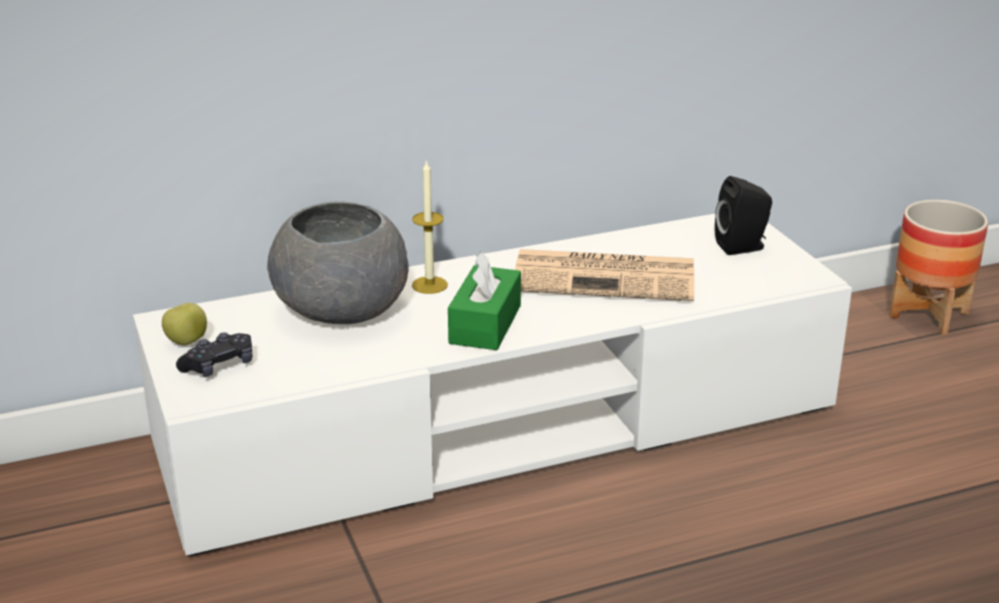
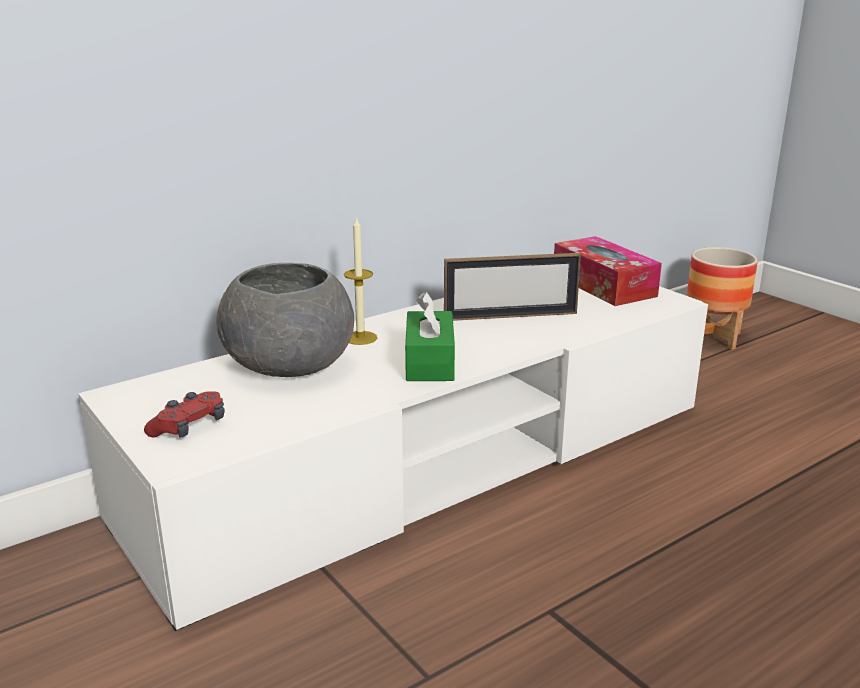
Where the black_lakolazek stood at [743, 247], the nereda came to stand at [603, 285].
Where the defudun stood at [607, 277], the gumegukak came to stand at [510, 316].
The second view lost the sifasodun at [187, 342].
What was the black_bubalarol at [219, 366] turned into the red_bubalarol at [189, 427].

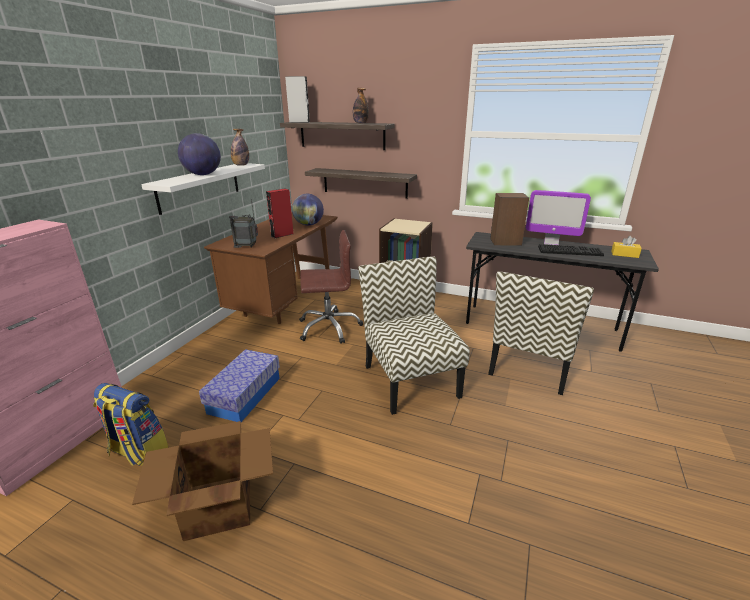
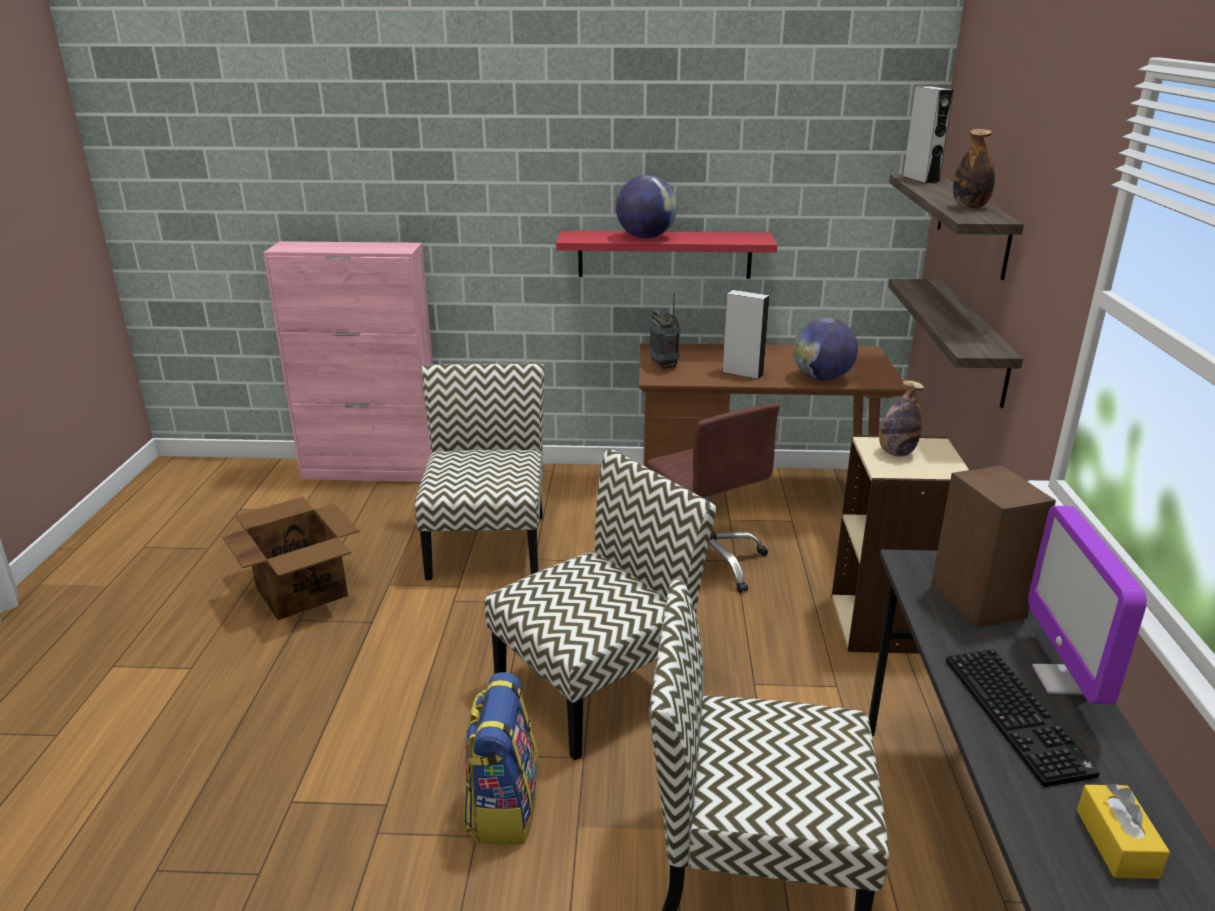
The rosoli ended up elsewhere, having gone from [241, 165] to [896, 453].
What was the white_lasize at [199, 187] turned into the red_lasize at [664, 254].
What was the red_lakolazek at [282, 235] turned into the grey_lakolazek at [742, 373].
Where the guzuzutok stood at [245, 395], the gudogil came to stand at [486, 544].
The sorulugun ended up elsewhere, having gone from [138, 451] to [502, 807].

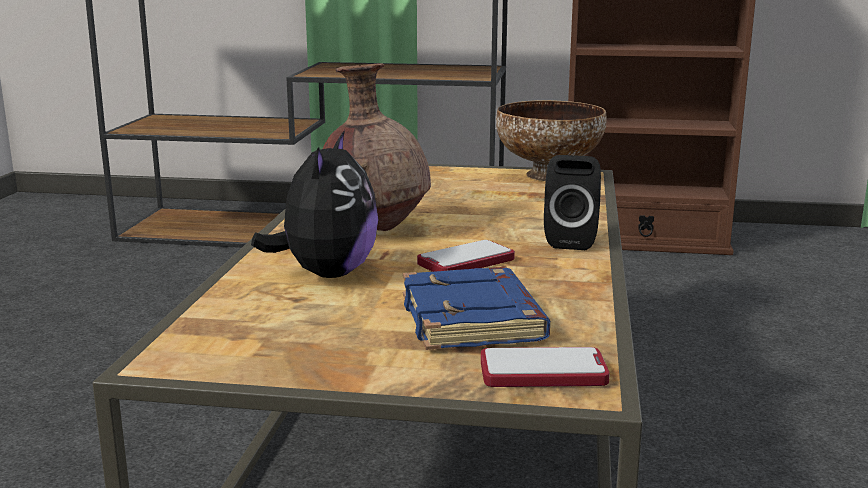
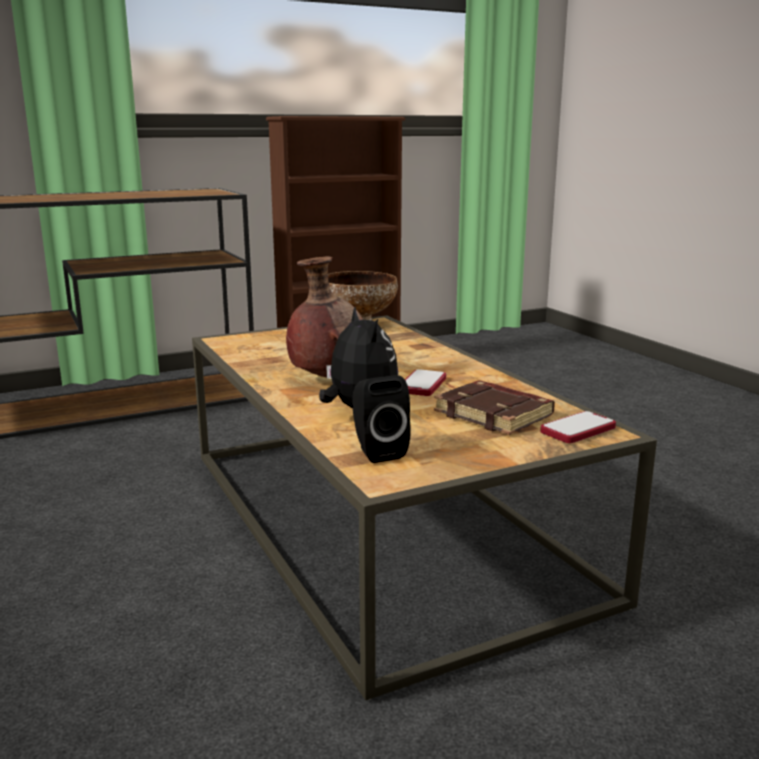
The black_lakolazek ended up elsewhere, having gone from [572, 241] to [377, 451].
What was the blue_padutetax at [474, 320] turned into the brown_padutetax at [495, 414].

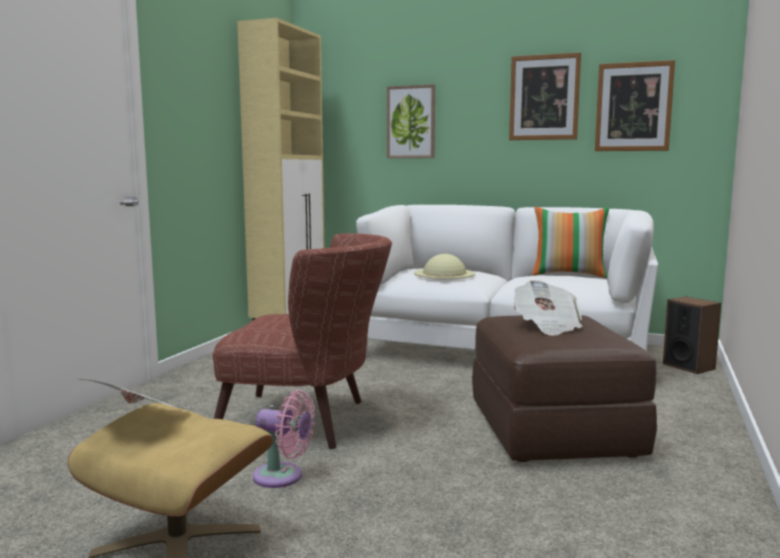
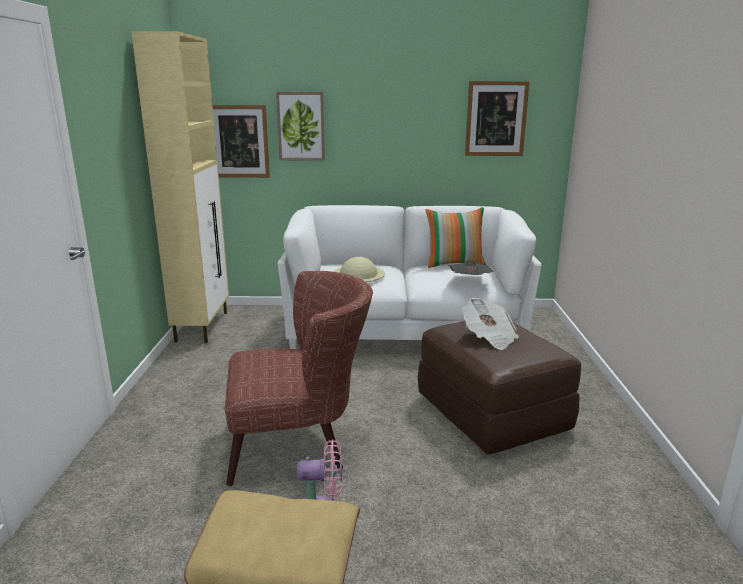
The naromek ended up elsewhere, having gone from [544, 97] to [239, 141].
The second view lost the lakolazek at [688, 366].
The defudun ended up elsewhere, having gone from [138, 420] to [470, 281].

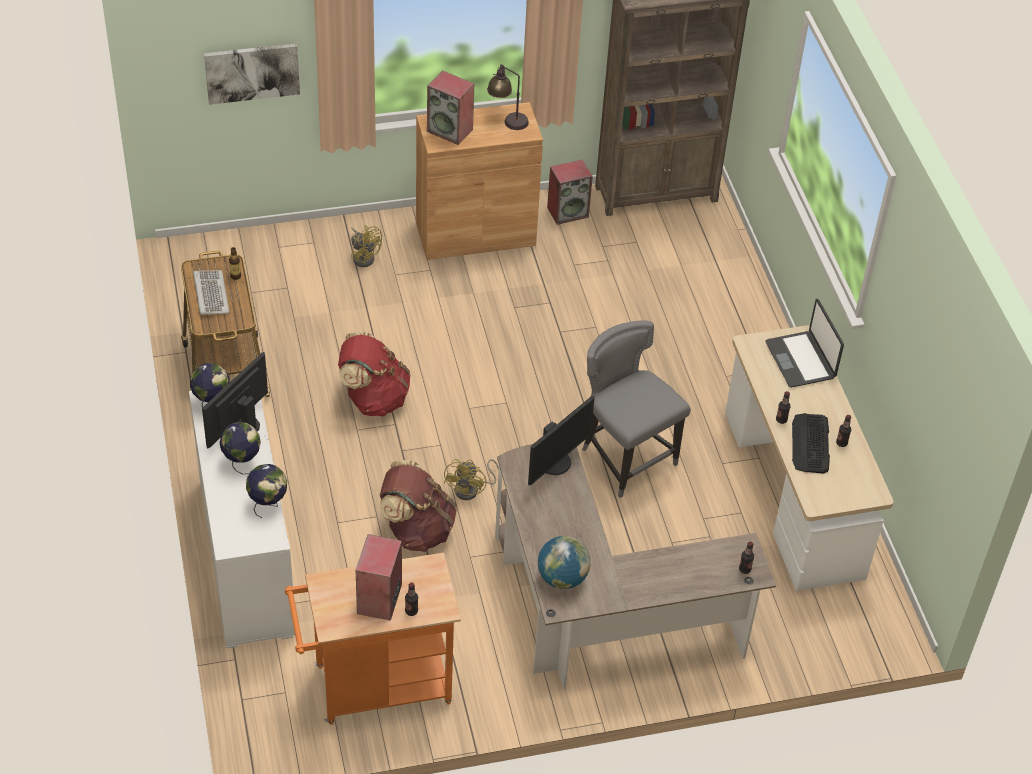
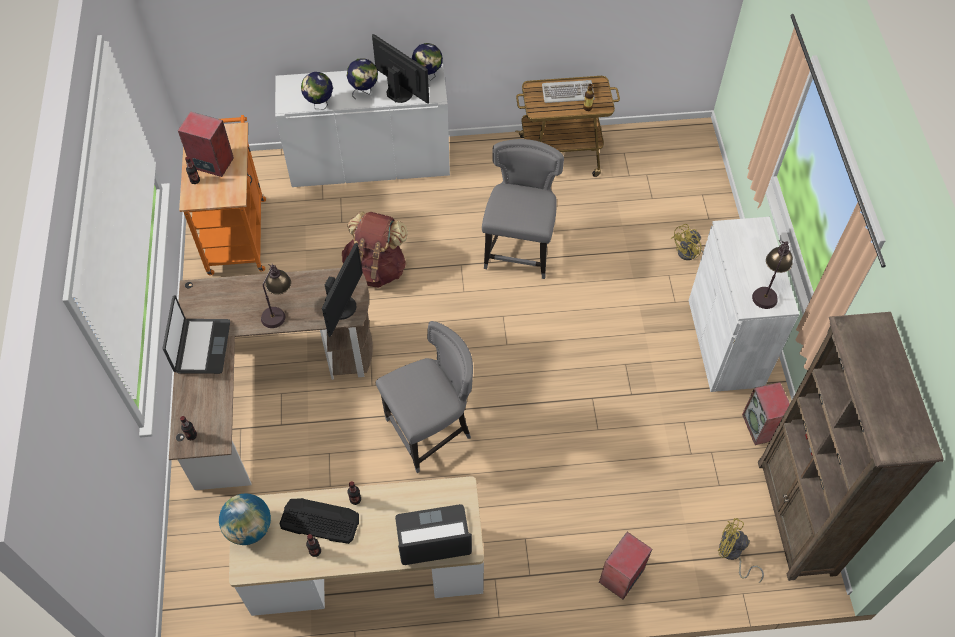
The second view lost the naromek at [252, 72].
The lakolazek ended up elsewhere, having gone from [450, 130] to [621, 577].
What was the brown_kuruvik at [475, 233] turned into the white_kuruvik at [725, 342].
Where the red_sorulugun stood at [373, 398], the grey_gudogil came to stand at [520, 249].
The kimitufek at [556, 463] ended up facing another way, 120 degrees counterclockwise from before.
The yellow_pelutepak ended up elsewhere, having gone from [471, 490] to [732, 554].
The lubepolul ended up elsewhere, having gone from [562, 578] to [249, 528].
The second view gained the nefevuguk at [278, 310].
The second view gained the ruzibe at [201, 347].

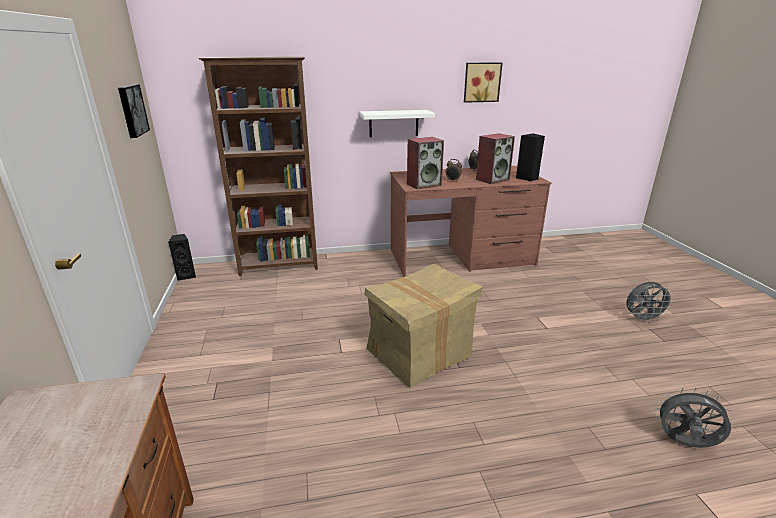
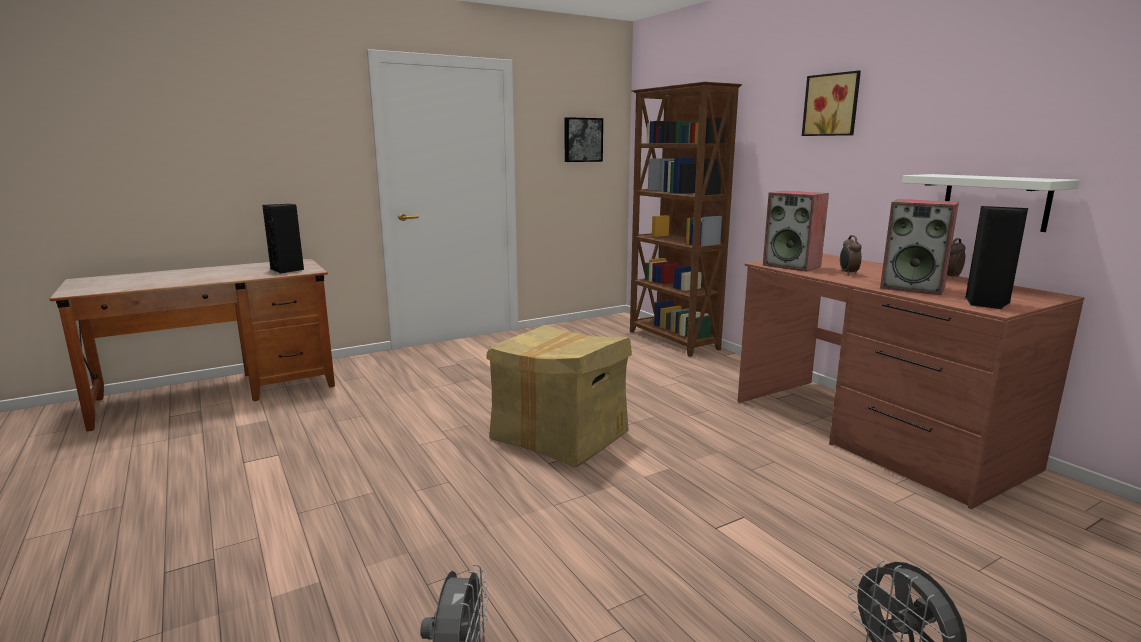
The naromek ended up elsewhere, having gone from [481, 82] to [832, 105].
The white_lasize ended up elsewhere, having gone from [393, 123] to [995, 201].
The black_lakolazek ended up elsewhere, having gone from [186, 276] to [287, 270].

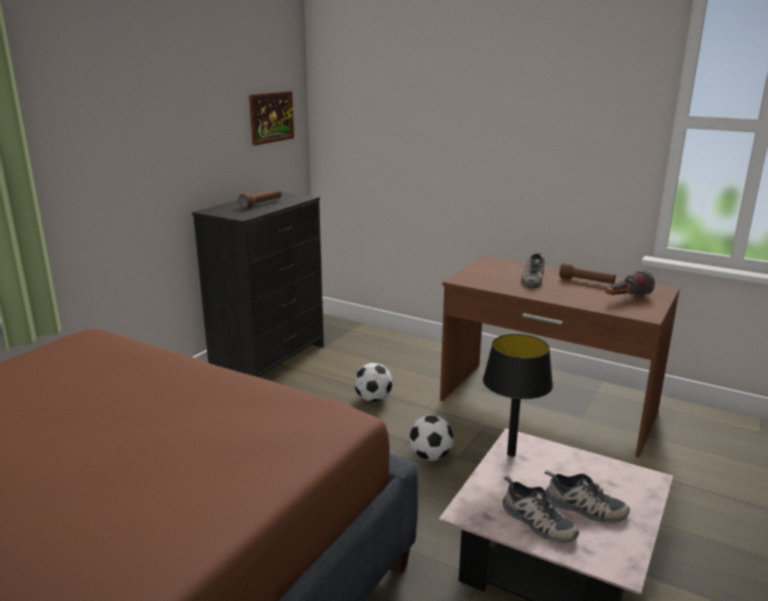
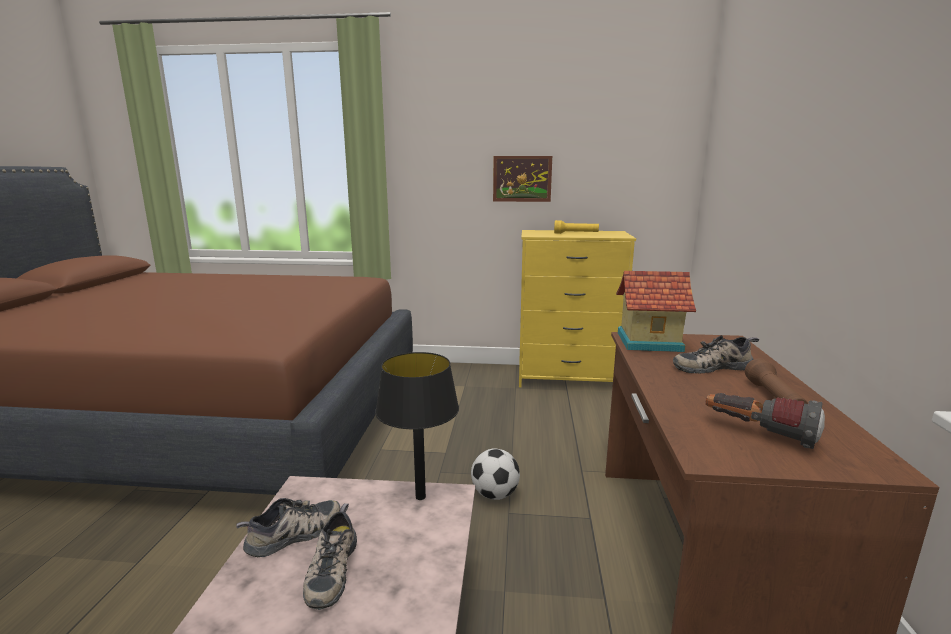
The naromek ended up elsewhere, having gone from [271, 117] to [522, 179].
What was the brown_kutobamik at [261, 204] turned into the yellow_kutobamik at [576, 234].
What was the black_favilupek at [269, 359] turned into the yellow_favilupek at [567, 378].
The second view lost the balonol at [373, 399].
The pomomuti at [536, 522] ended up facing another way, 150 degrees counterclockwise from before.
The second view gained the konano at [648, 341].

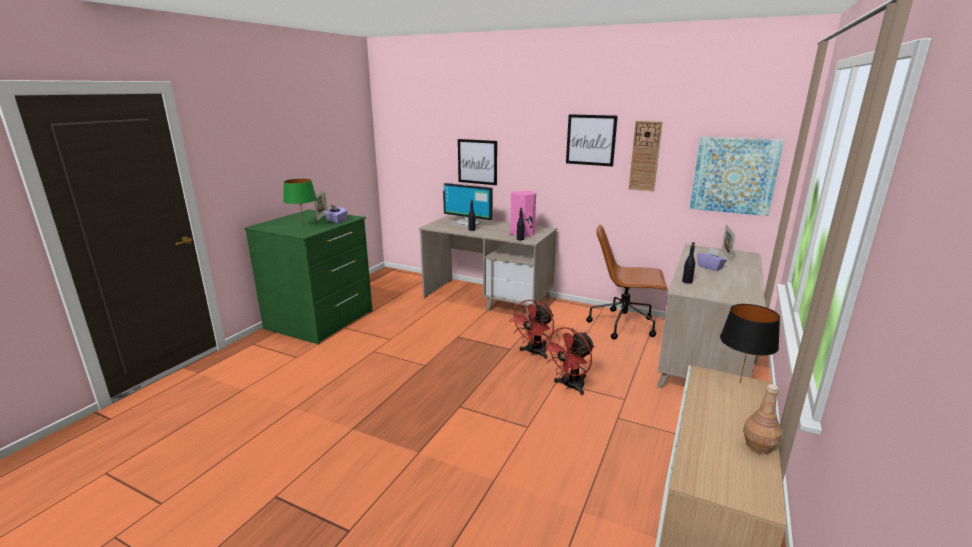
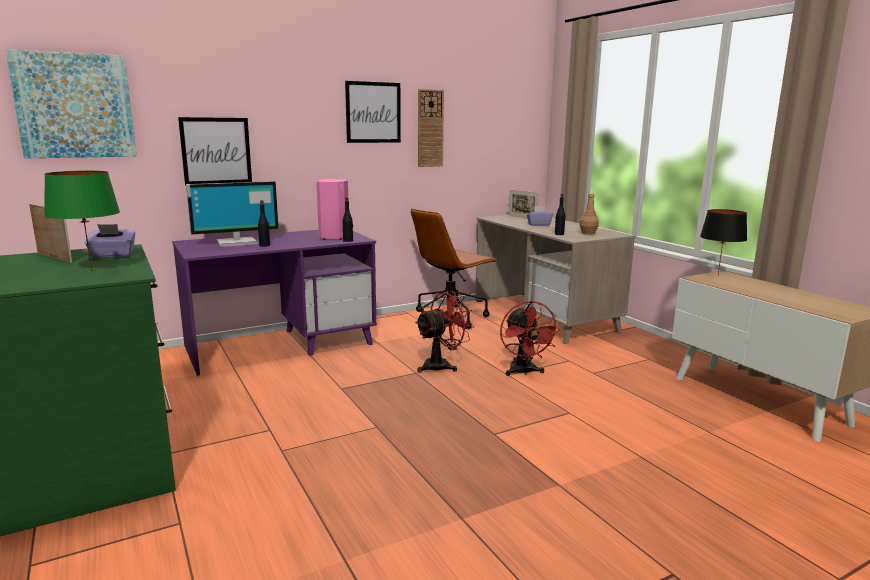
The naromek ended up elsewhere, having gone from [734, 175] to [75, 106].
What was the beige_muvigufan at [488, 298] turned into the purple_muvigufan at [282, 345].
The red_pelutepak at [534, 353] ended up facing another way, 105 degrees counterclockwise from before.
The brown_rosoli ended up elsewhere, having gone from [758, 446] to [588, 233].

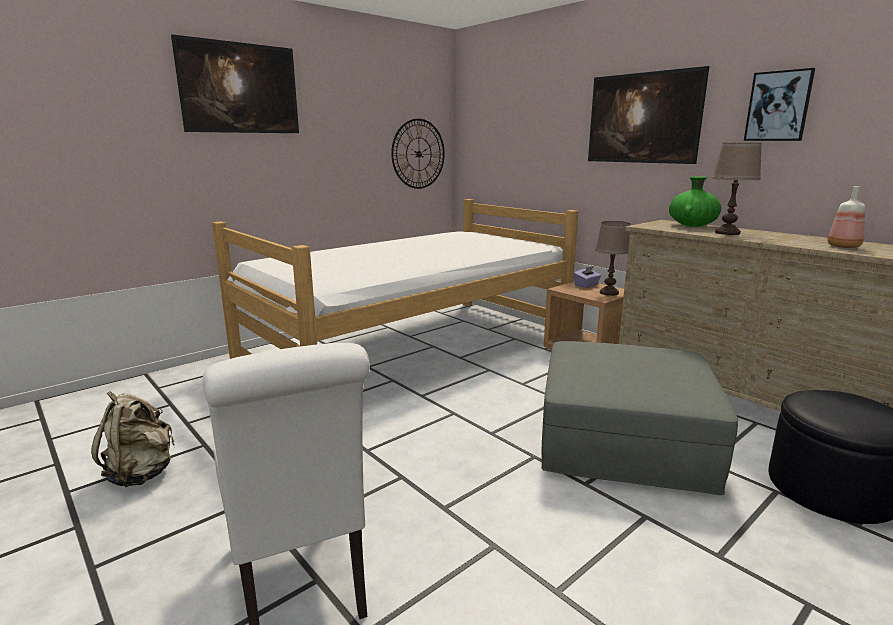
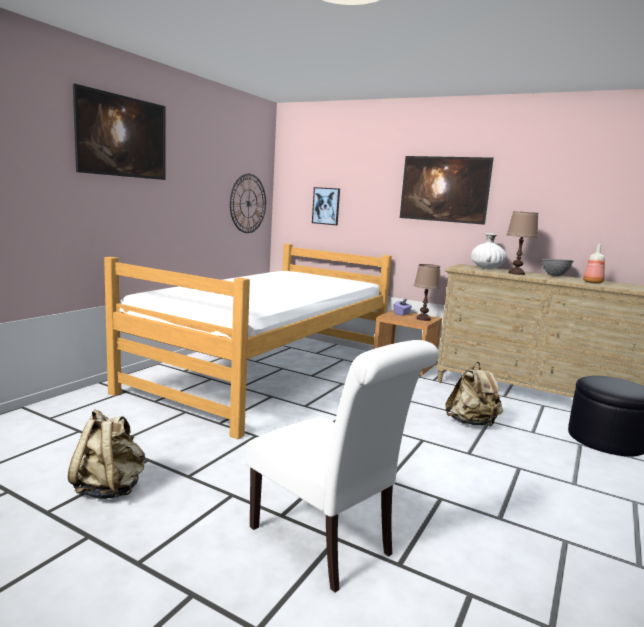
The naromek ended up elsewhere, having gone from [778, 106] to [326, 206].
What was the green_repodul at [691, 226] turned into the white_repodul at [486, 268].
Where the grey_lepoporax stood at [624, 439], the beige_sorulugun came to stand at [472, 423].
The second view gained the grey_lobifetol at [554, 276].

